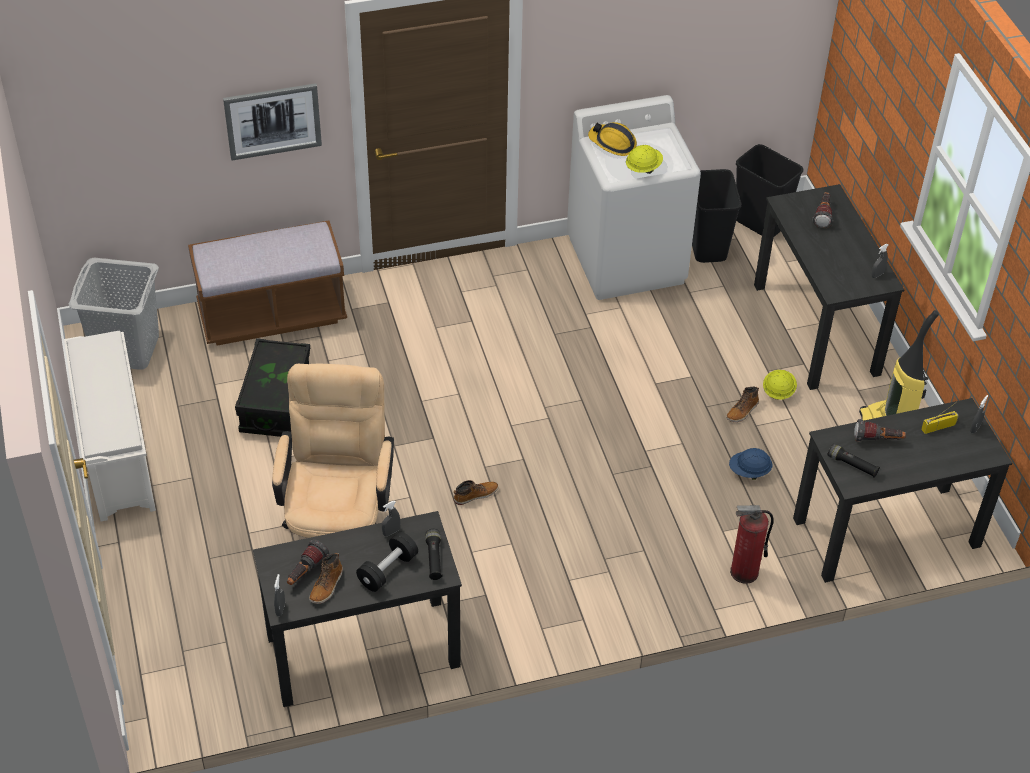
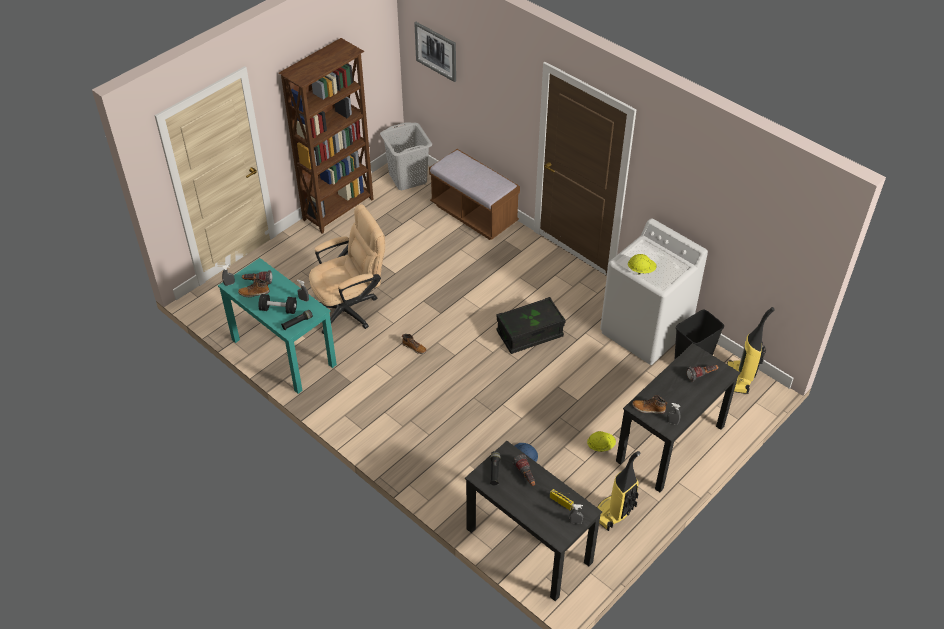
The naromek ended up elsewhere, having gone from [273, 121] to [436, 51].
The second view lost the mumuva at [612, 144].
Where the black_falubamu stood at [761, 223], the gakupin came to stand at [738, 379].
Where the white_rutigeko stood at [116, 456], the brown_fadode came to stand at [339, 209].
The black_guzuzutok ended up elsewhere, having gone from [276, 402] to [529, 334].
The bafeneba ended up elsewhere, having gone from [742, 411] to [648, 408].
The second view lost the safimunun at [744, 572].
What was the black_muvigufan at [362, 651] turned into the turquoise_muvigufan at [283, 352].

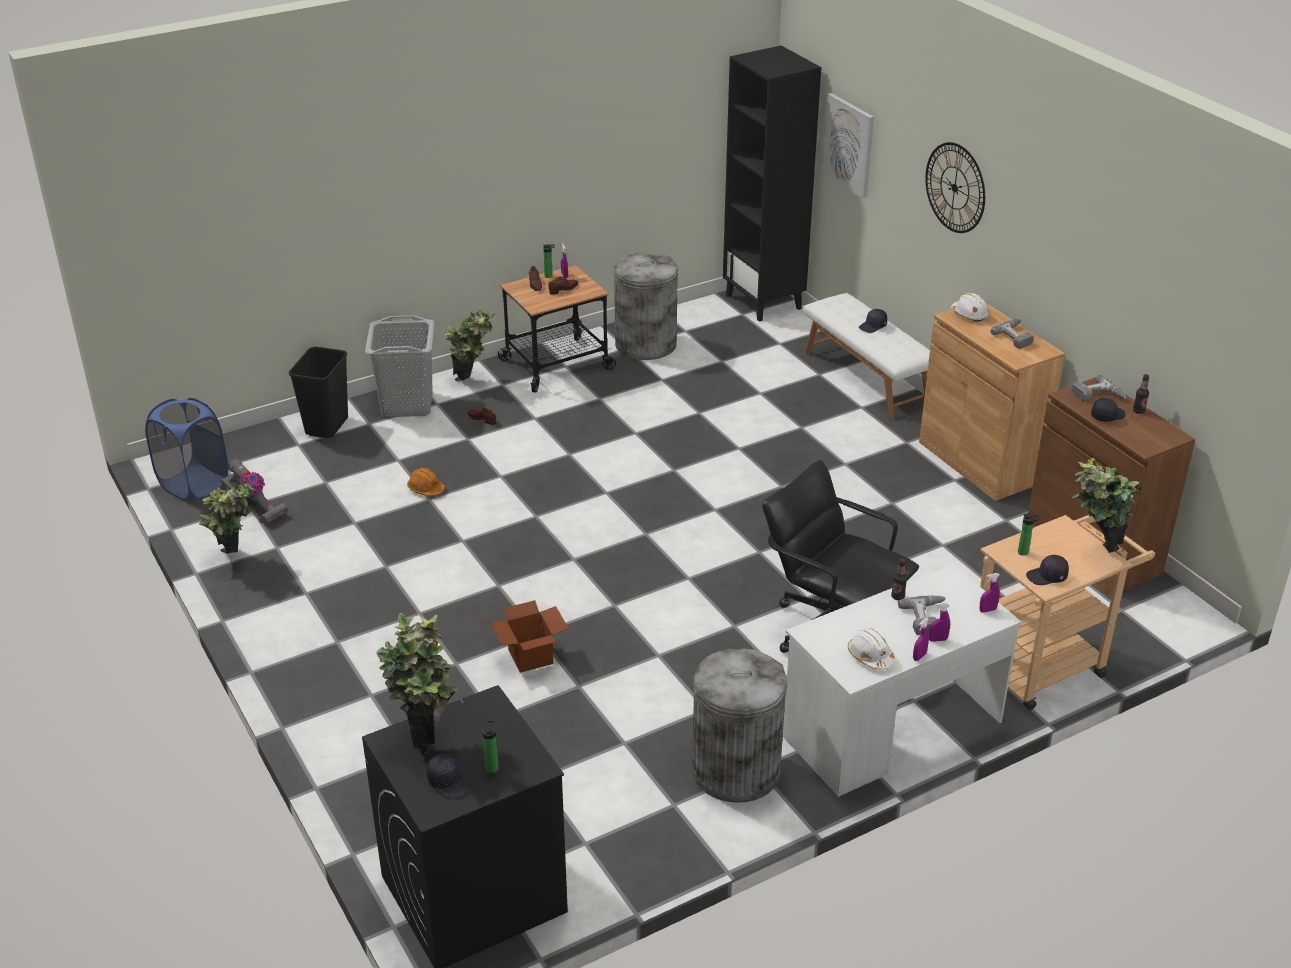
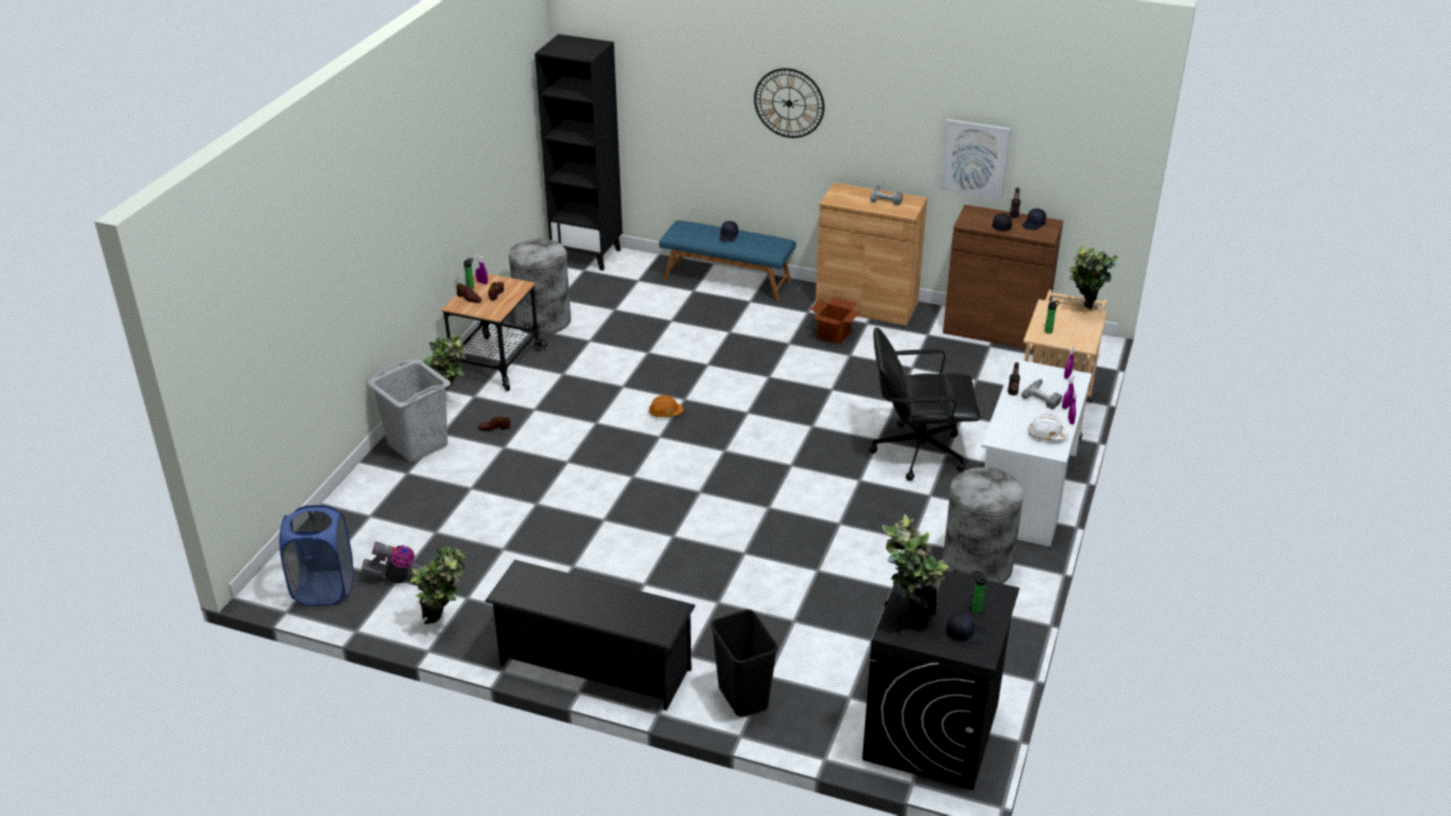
The naromek ended up elsewhere, having gone from [849, 145] to [975, 158].
What was the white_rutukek at [866, 378] turned into the blue_rutukek at [727, 280].
The second view lost the white_mumuva at [969, 314].
The black_falubamu ended up elsewhere, having gone from [326, 426] to [742, 697].
The second view lost the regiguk at [1098, 396].
The orange_mumuva ended up elsewhere, having gone from [426, 489] to [665, 413].
The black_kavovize ended up elsewhere, having gone from [1047, 577] to [1034, 224].
The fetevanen ended up elsewhere, having gone from [530, 656] to [833, 335].
The second view gained the black_rutigeko at [594, 667].

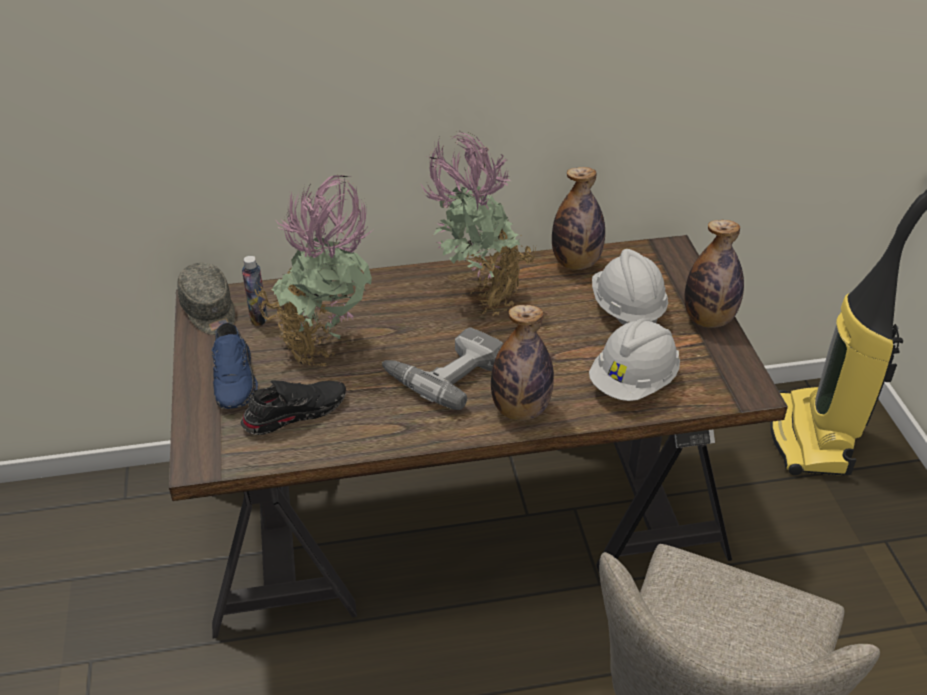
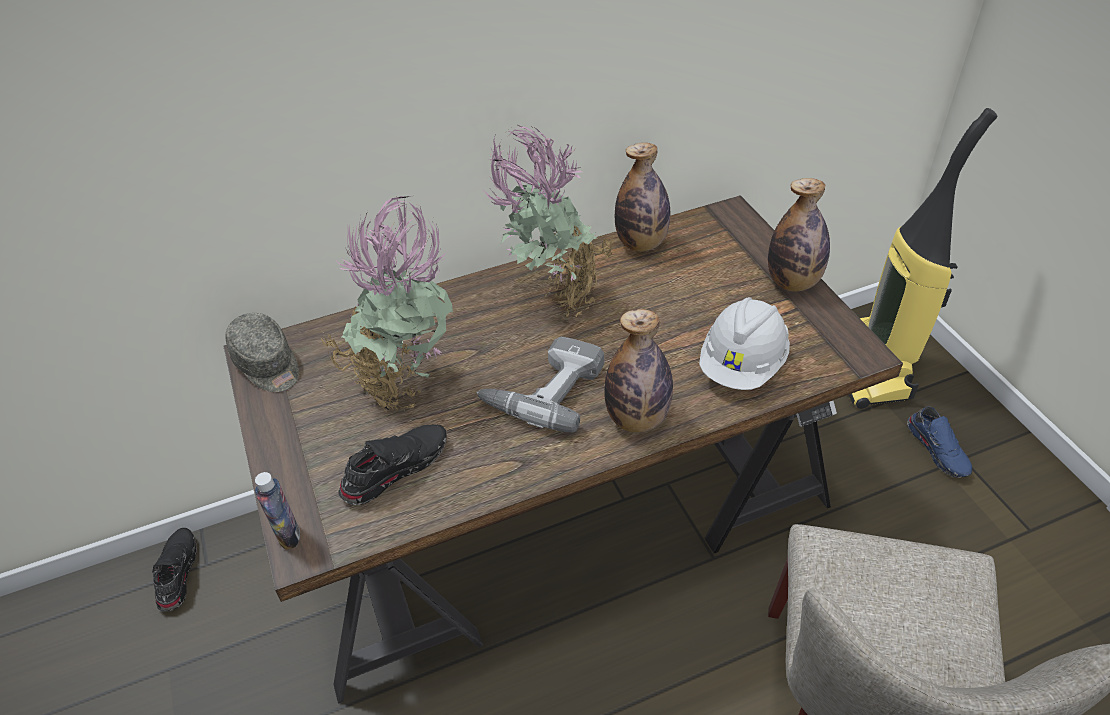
The second view lost the white_mumuva at [627, 309].
The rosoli ended up elsewhere, having gone from [258, 317] to [288, 534].
The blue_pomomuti ended up elsewhere, having gone from [236, 379] to [939, 449].
The second view gained the black_pomomuti at [176, 573].

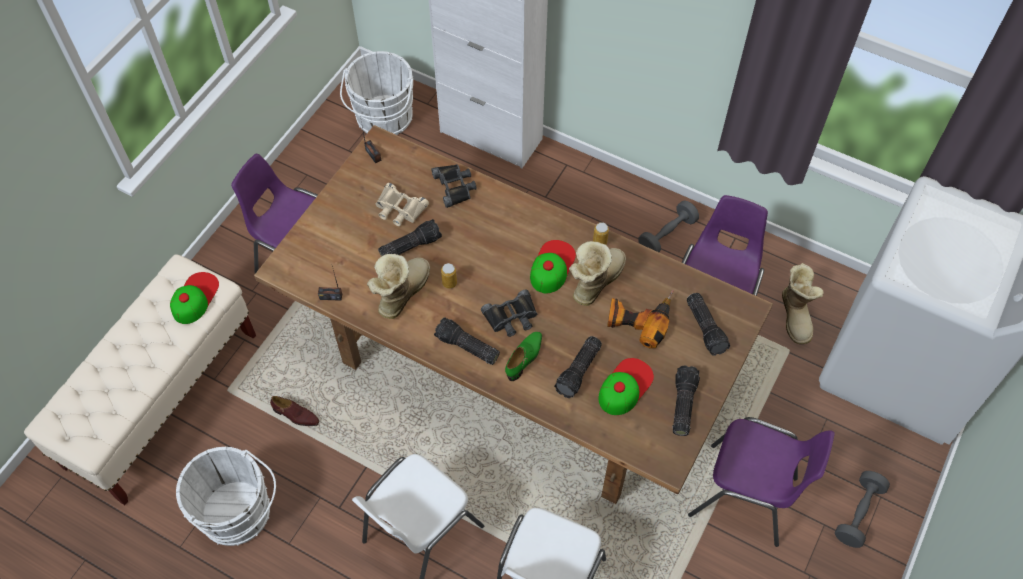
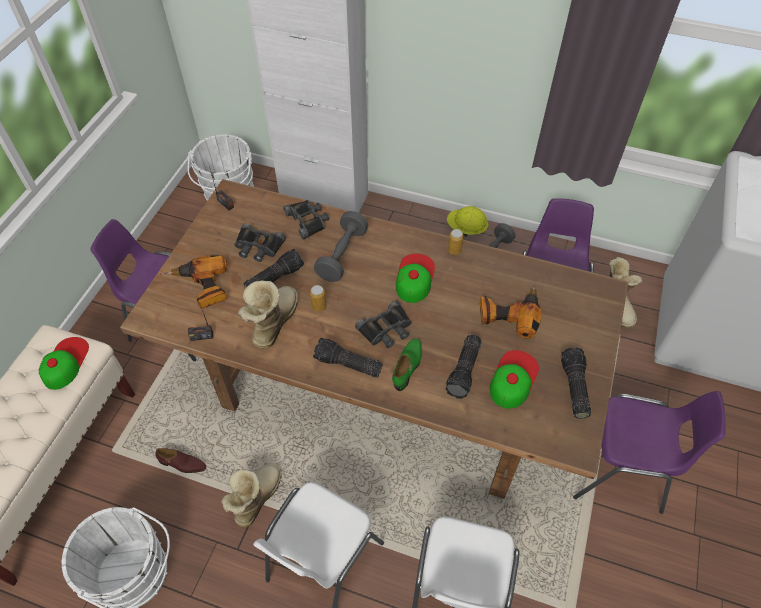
What was the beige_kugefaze at [399, 209] turned into the black_kugefaze at [258, 247].
The bafeneba ended up elsewhere, having gone from [594, 281] to [255, 498].
The second view lost the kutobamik at [706, 328].
The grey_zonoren ended up elsewhere, having gone from [858, 513] to [342, 255].
The second view gained the yellow_mumuva at [466, 229].
The second view gained the regiguk at [201, 287].

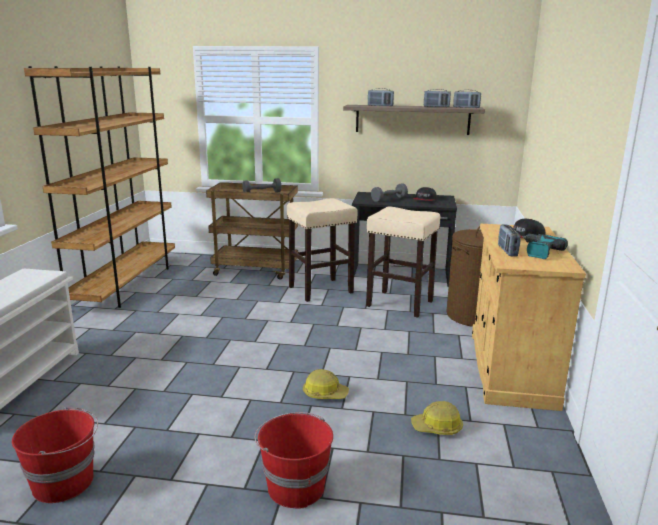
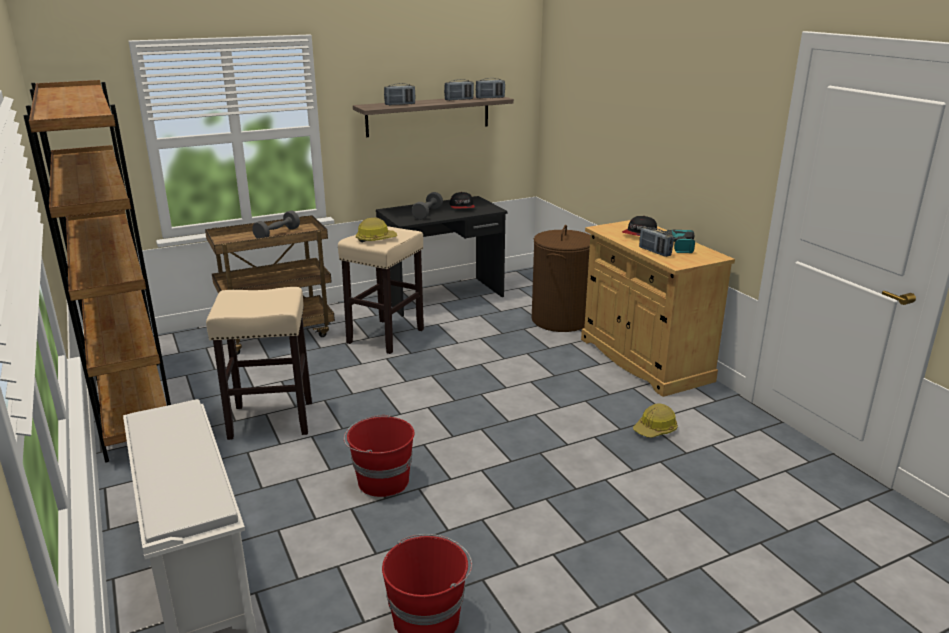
The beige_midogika ended up elsewhere, having gone from [398, 303] to [270, 420].
The mumuva ended up elsewhere, having gone from [324, 393] to [375, 239].
The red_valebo ended up elsewhere, having gone from [295, 487] to [382, 481].

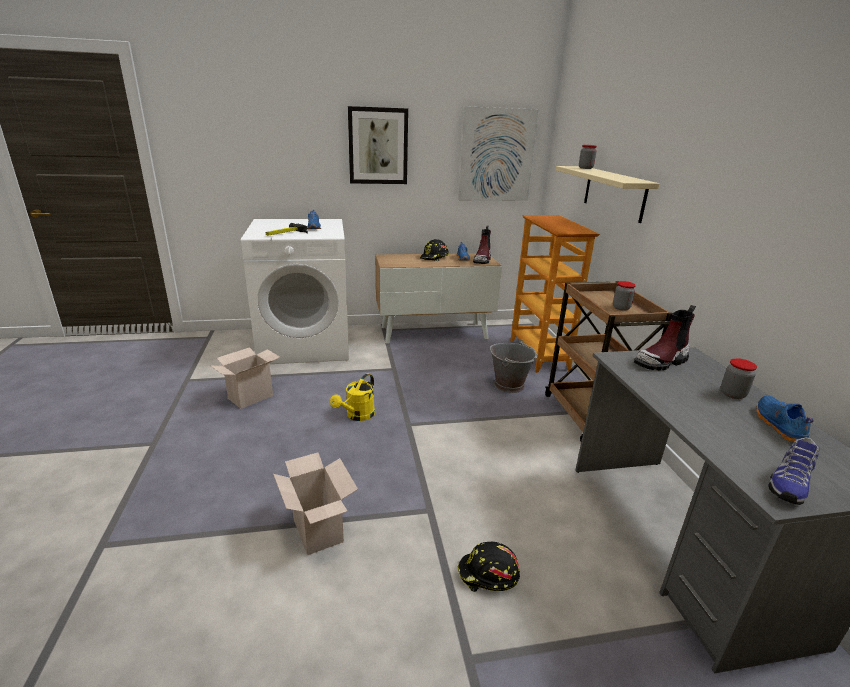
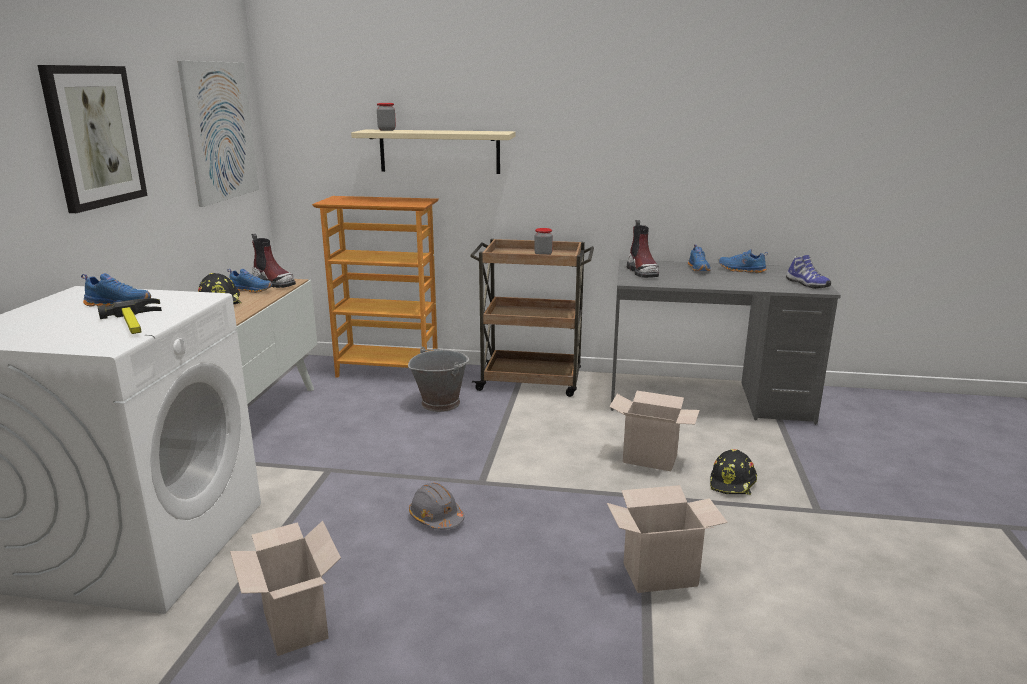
Where the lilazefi stood at [732, 394], the blue_pomomuti came to stand at [699, 269].
Where the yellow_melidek stood at [357, 416], the grey_mumuva came to stand at [436, 518].
The second view gained the fetevanen at [652, 458].

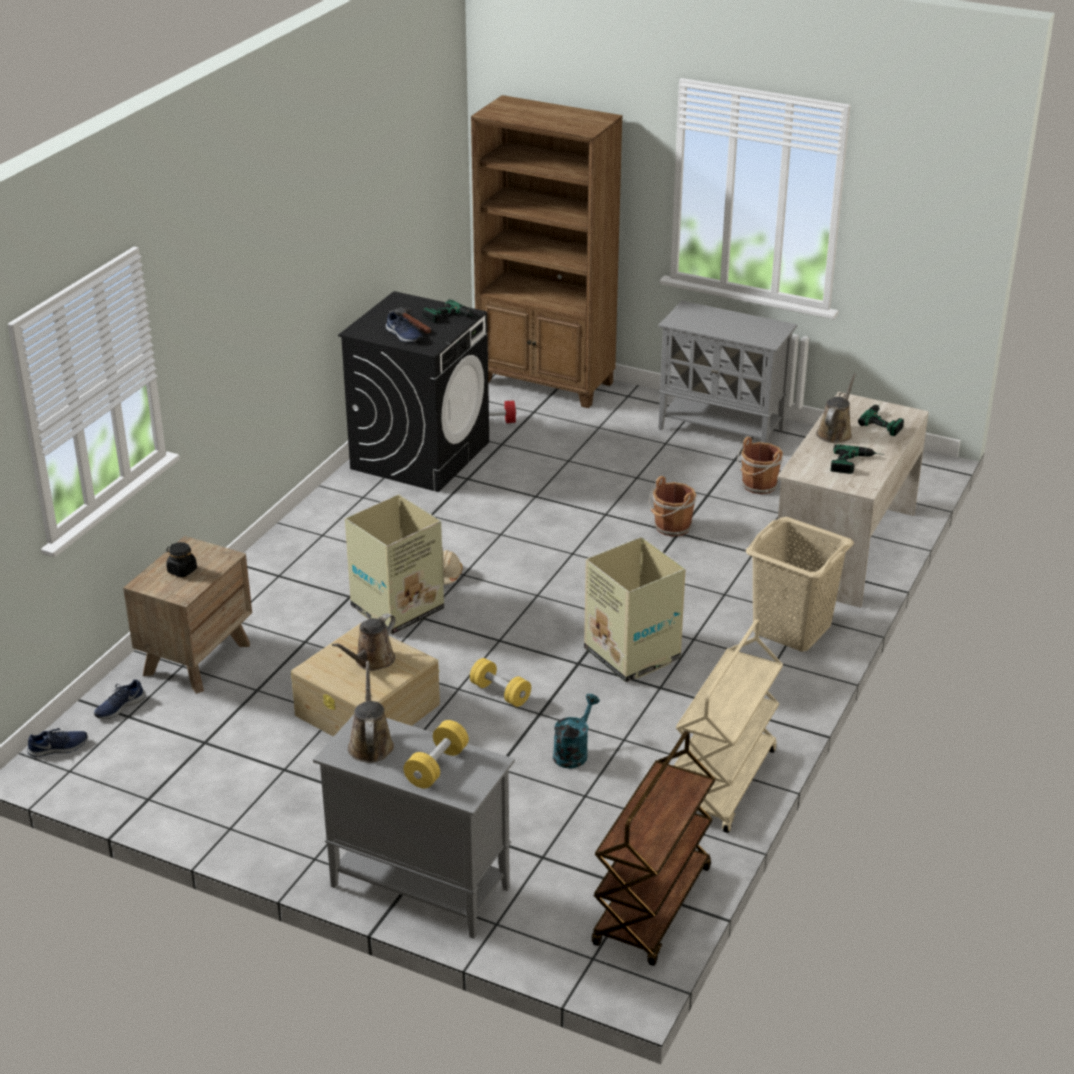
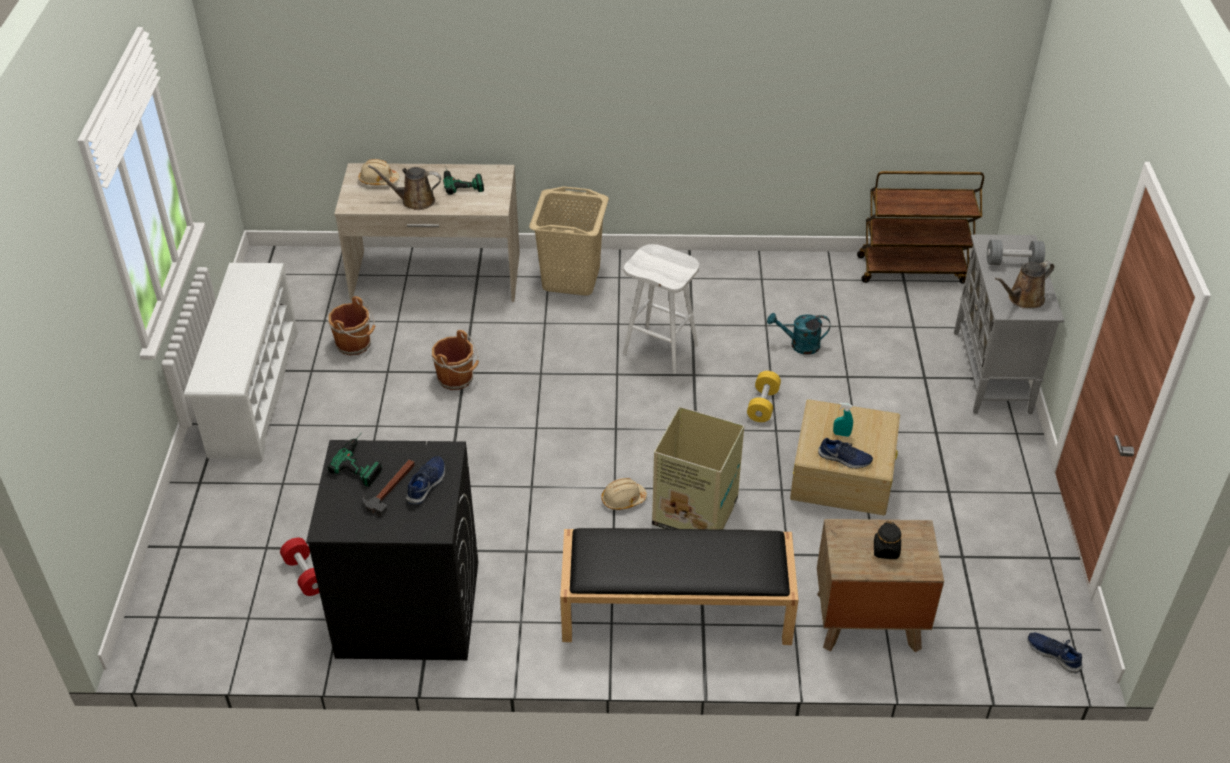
The second view lost the brown_fadode at [546, 383].
Where the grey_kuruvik stood at [722, 430], the white_rutigeko came to stand at [252, 393].
Where the regiguk stood at [885, 421], the beige_mumuva came to stand at [378, 180].
Where the fetevanen stood at [633, 655], the white_midogika came to stand at [661, 349].
Where the brown_melidek stood at [372, 661], the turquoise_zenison came to stand at [841, 434].
The second view lost the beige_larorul at [725, 784].
The blue_pomomuti ended up elsewhere, having gone from [119, 707] to [844, 459].
What was the yellow_zonoren at [436, 766] turned into the grey_zonoren at [1013, 263].
The second view gained the black_rutukek at [674, 609].

